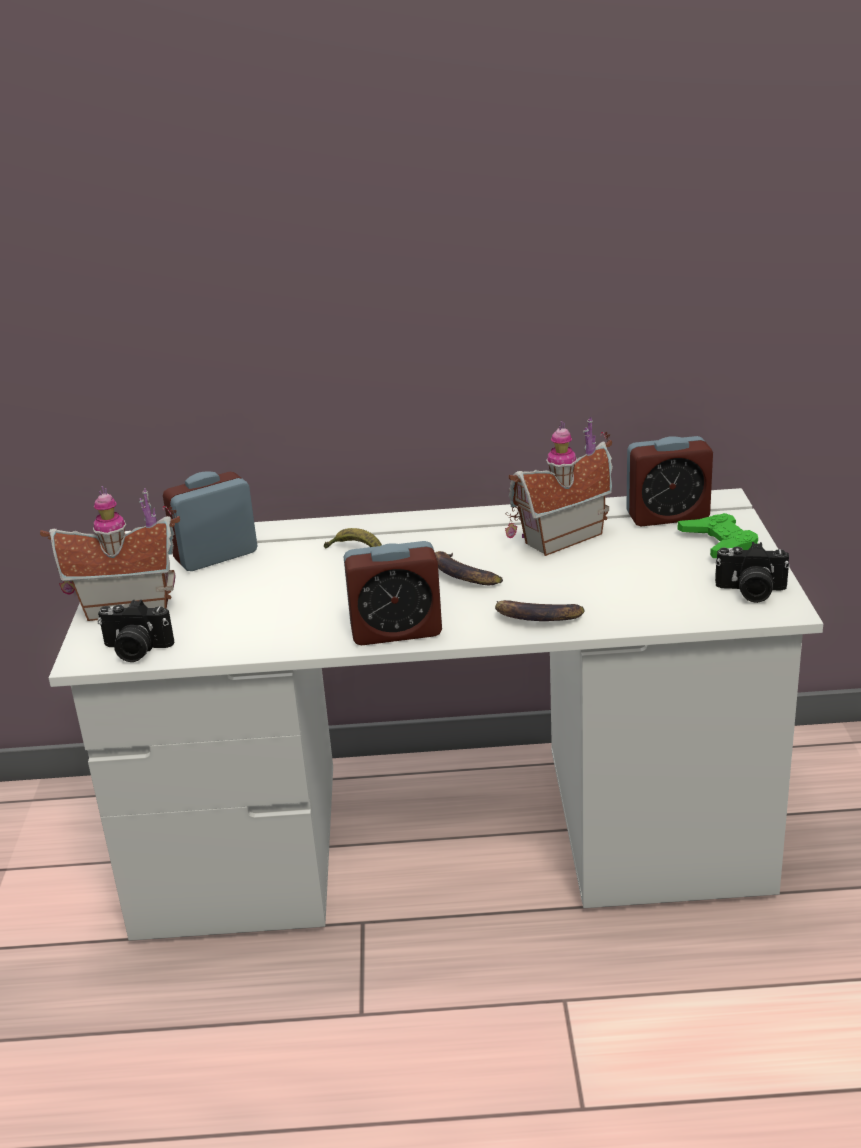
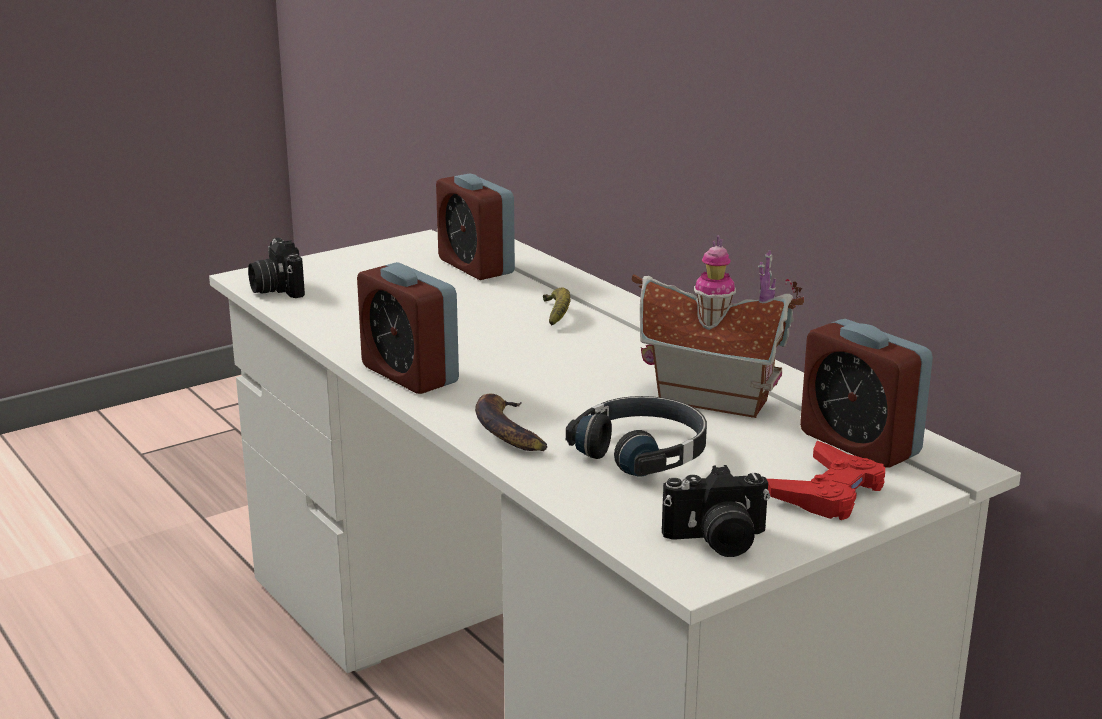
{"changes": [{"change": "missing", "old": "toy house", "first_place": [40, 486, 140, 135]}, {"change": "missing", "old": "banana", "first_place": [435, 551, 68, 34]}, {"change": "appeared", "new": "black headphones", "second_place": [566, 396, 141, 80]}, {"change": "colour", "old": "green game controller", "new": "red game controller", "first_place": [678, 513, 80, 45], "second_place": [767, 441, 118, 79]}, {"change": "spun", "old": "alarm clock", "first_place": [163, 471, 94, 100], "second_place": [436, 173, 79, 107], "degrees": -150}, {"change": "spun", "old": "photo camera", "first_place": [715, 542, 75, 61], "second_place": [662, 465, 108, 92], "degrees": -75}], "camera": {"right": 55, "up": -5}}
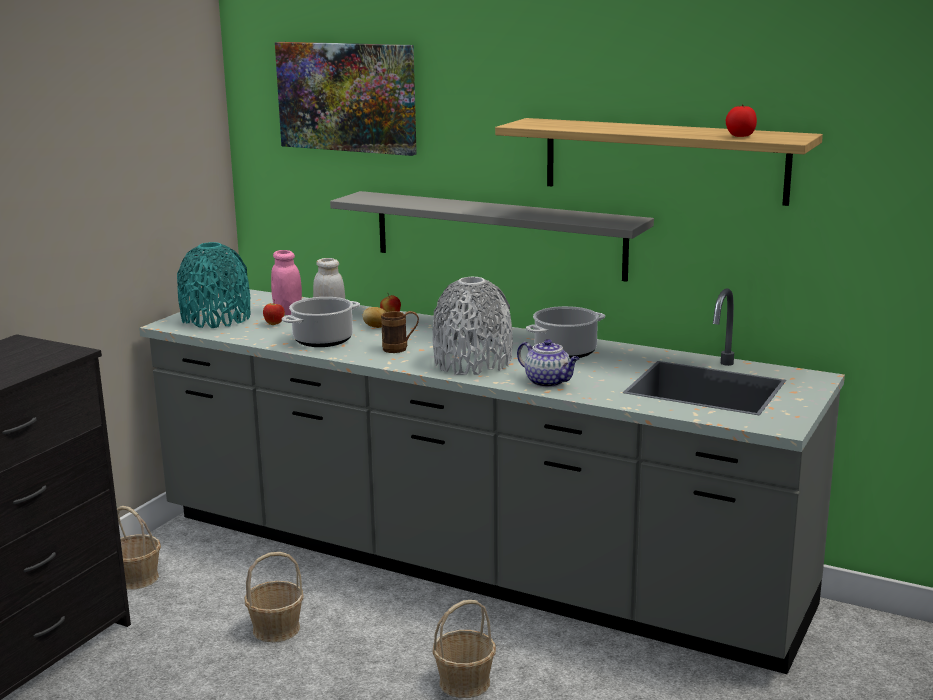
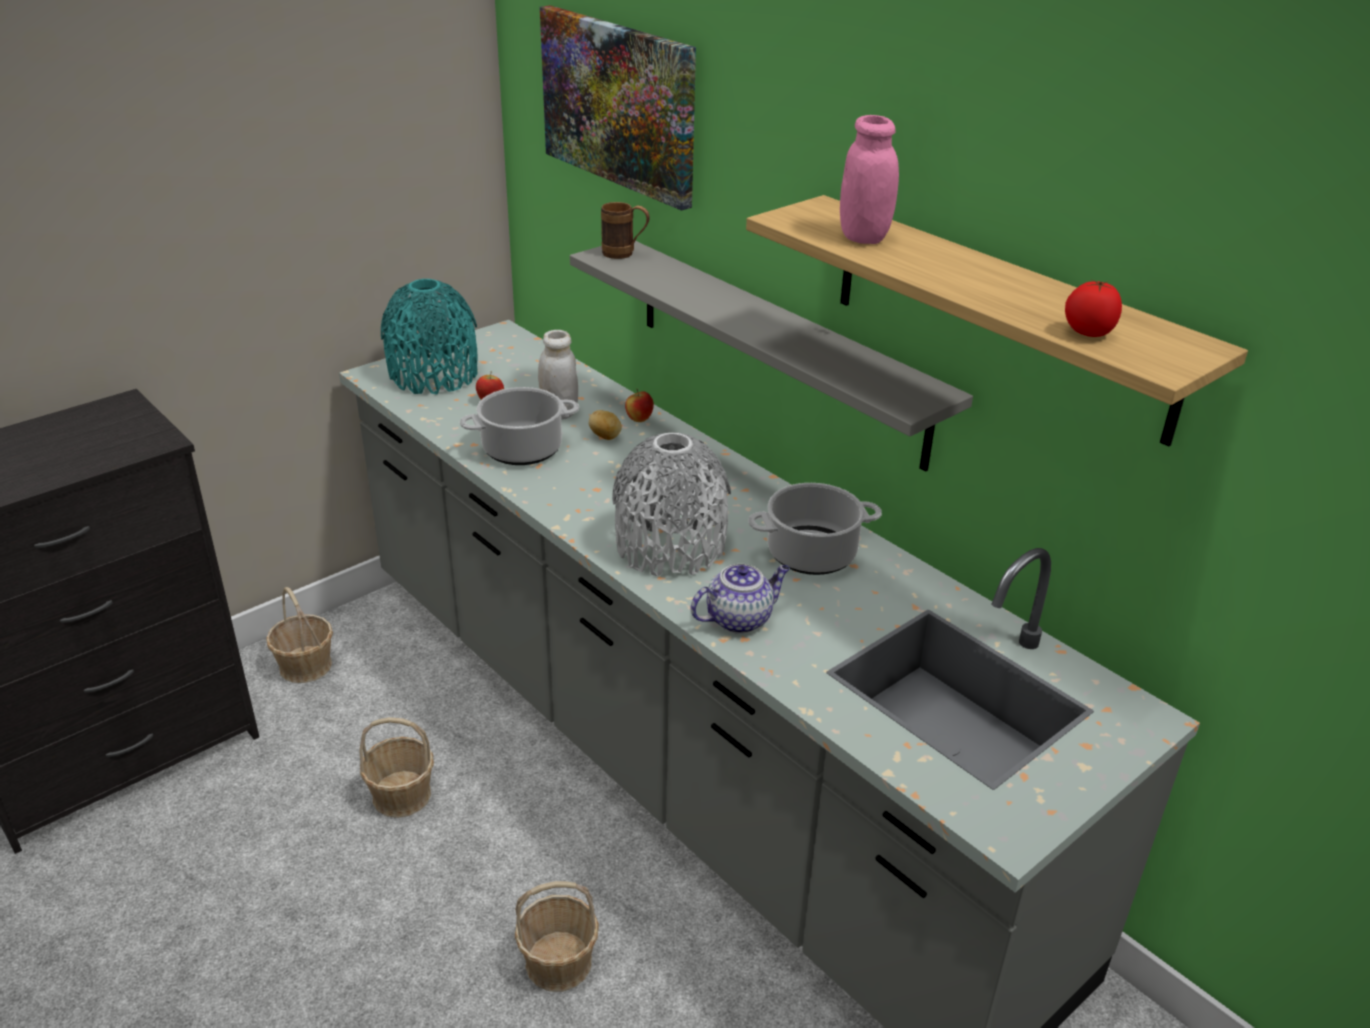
{"changes": [{"change": "relocated", "old": "pink jar", "first_place": [271, 250, 31, 65], "second_place": [840, 115, 59, 129]}, {"change": "relocated", "old": "brown mug", "first_place": [381, 311, 38, 42], "second_place": [601, 202, 49, 57]}, {"change": "spun", "old": "teapot", "first_place": [517, 339, 63, 48], "second_place": [690, 564, 100, 70], "degrees": -90}], "camera": {"right": 20, "up": 15}}
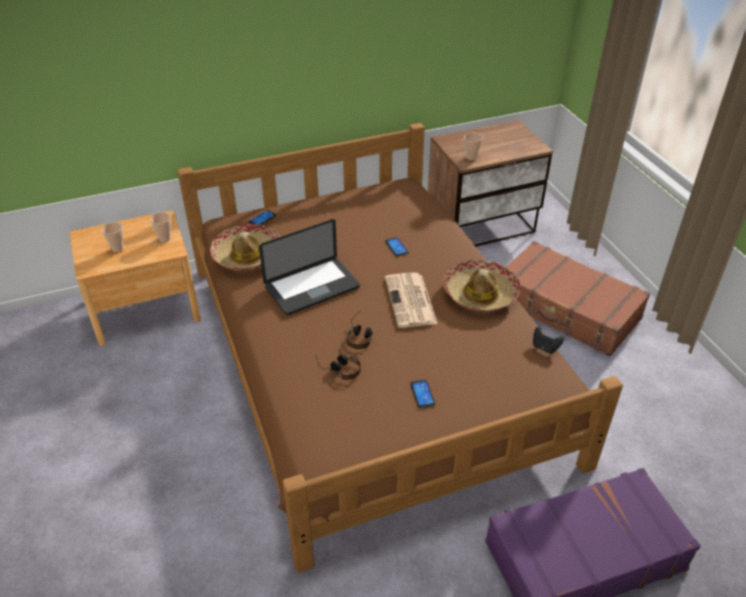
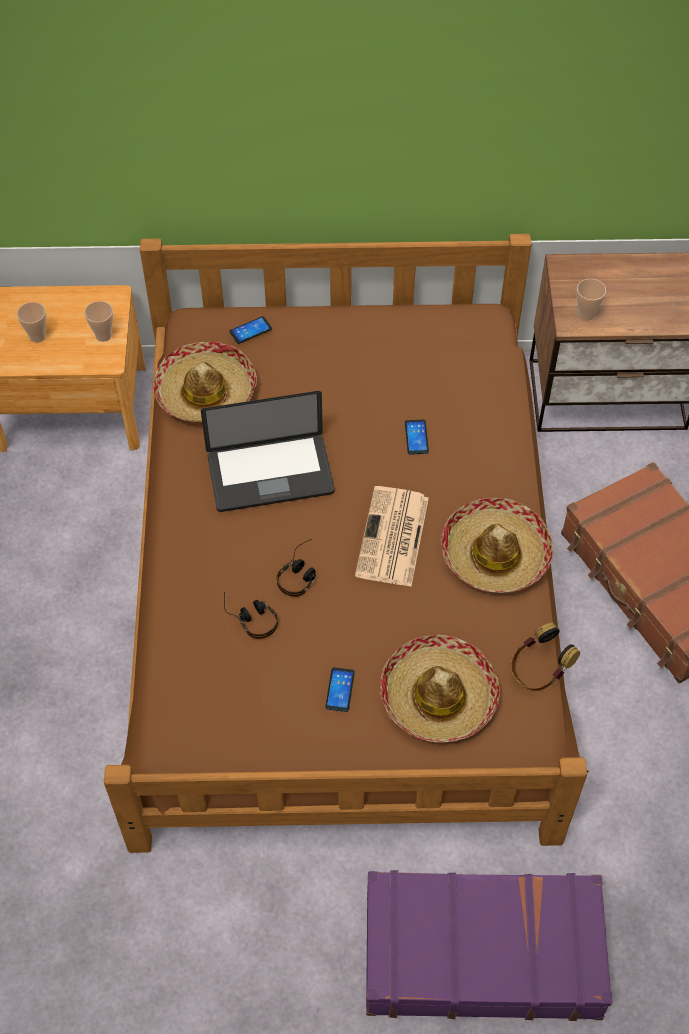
{"changes": [{"change": "appeared", "new": "hat", "second_place": [380, 635, 120, 107]}, {"change": "exchanged", "old": "black game controller", "new": "headphones", "first_place": [533, 327, 31, 27], "second_place": [511, 622, 69, 69]}], "camera": {"right": 20, "up": 15}}
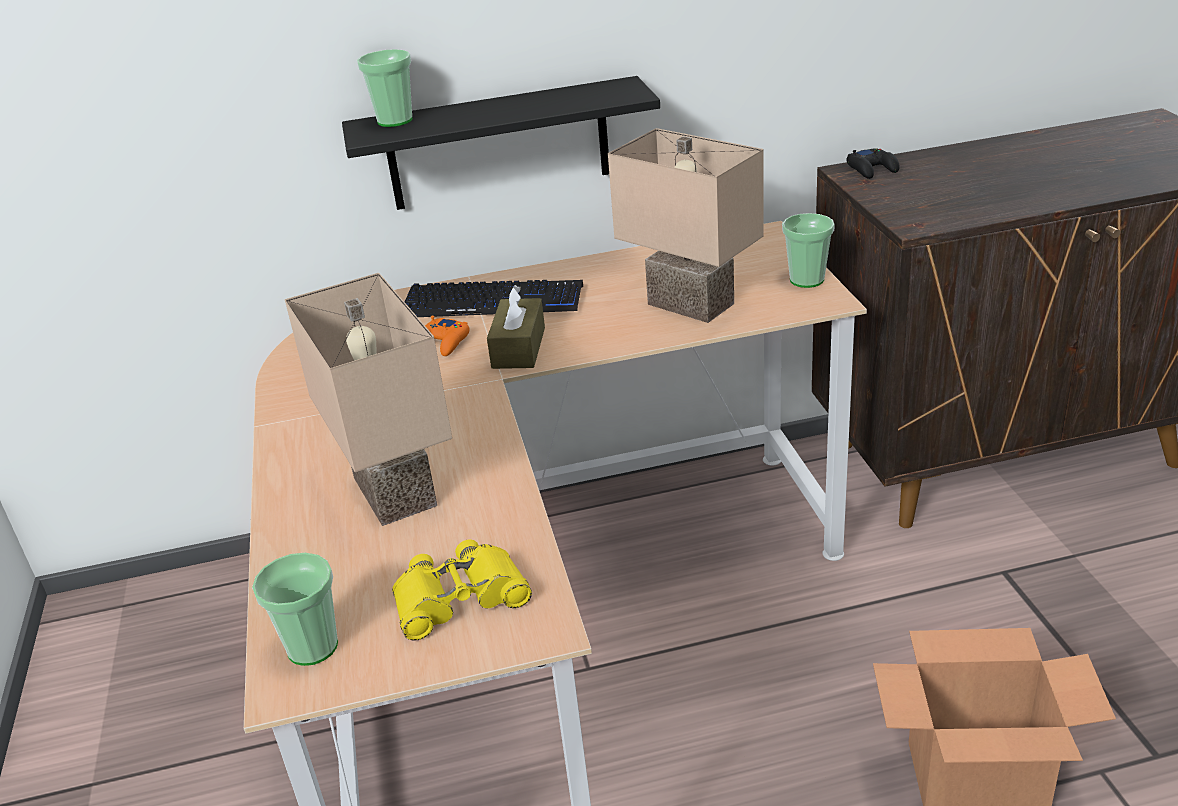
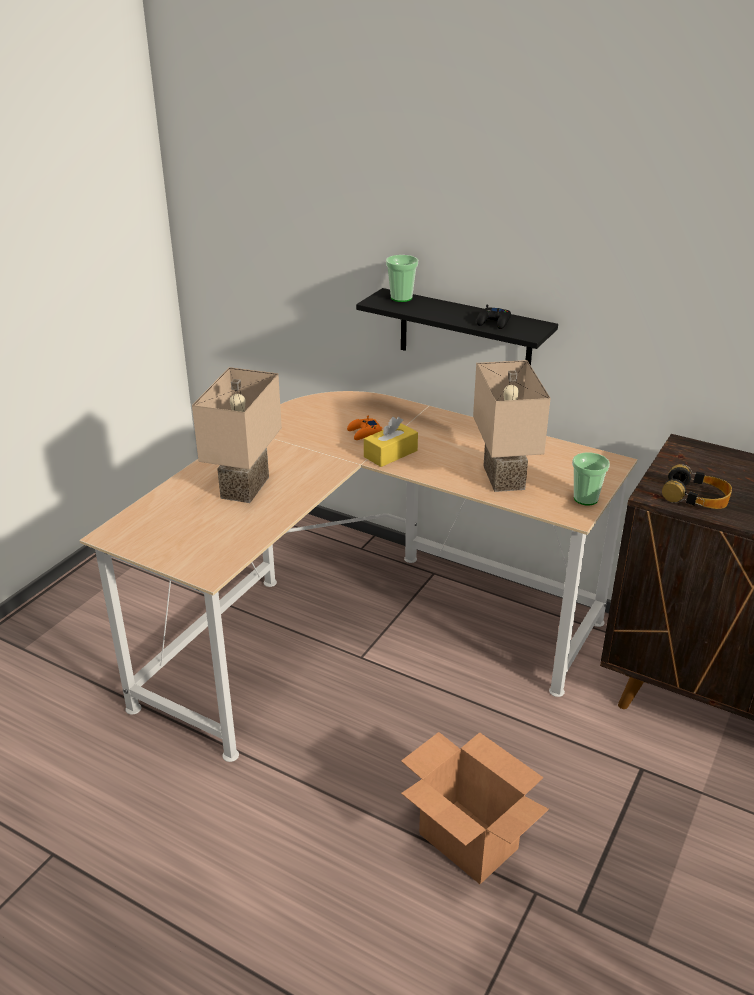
{"changes": [{"change": "missing", "old": "cup", "first_place": [252, 553, 86, 113]}, {"change": "missing", "old": "yellow binoculars", "first_place": [392, 540, 140, 101]}, {"change": "missing", "old": "keyboard", "first_place": [405, 280, 178, 37]}, {"change": "appeared", "new": "headphones", "second_place": [662, 464, 70, 45]}, {"change": "relocated", "old": "black game controller", "first_place": [846, 148, 54, 31], "second_place": [477, 305, 34, 24]}, {"change": "colour", "old": "brown tissue box", "new": "yellow tissue box", "first_place": [487, 285, 58, 84], "second_place": [364, 417, 54, 50]}], "camera": {"right": 40, "up": 0}}
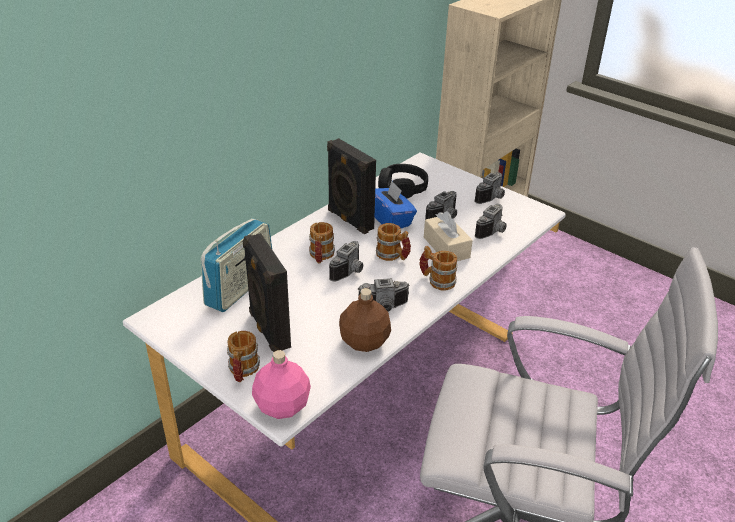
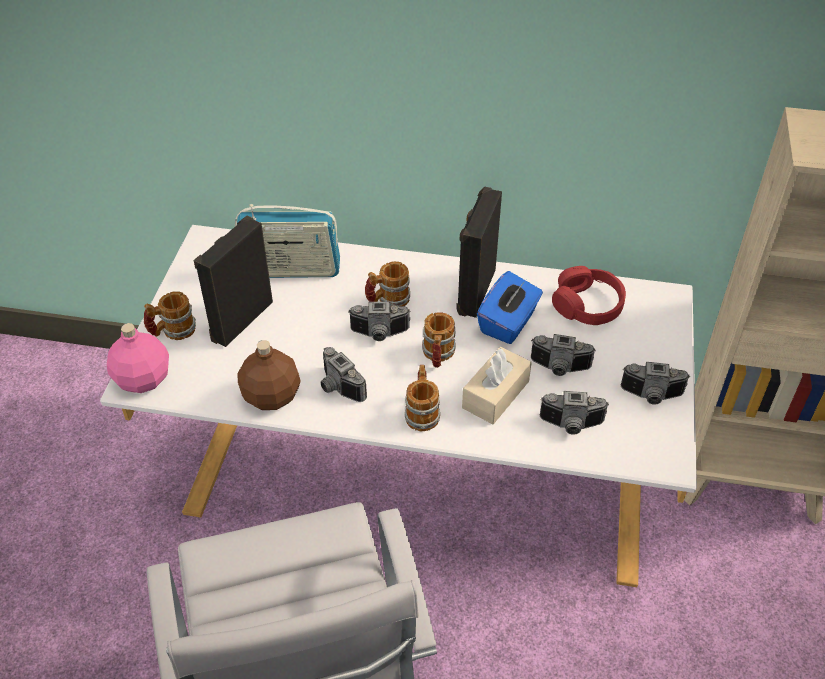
{"changes": [{"change": "colour", "old": "black headphones", "new": "red headphones", "first_place": [378, 164, 50, 35], "second_place": [552, 266, 74, 59]}], "camera": {"right": 60, "up": 10}}
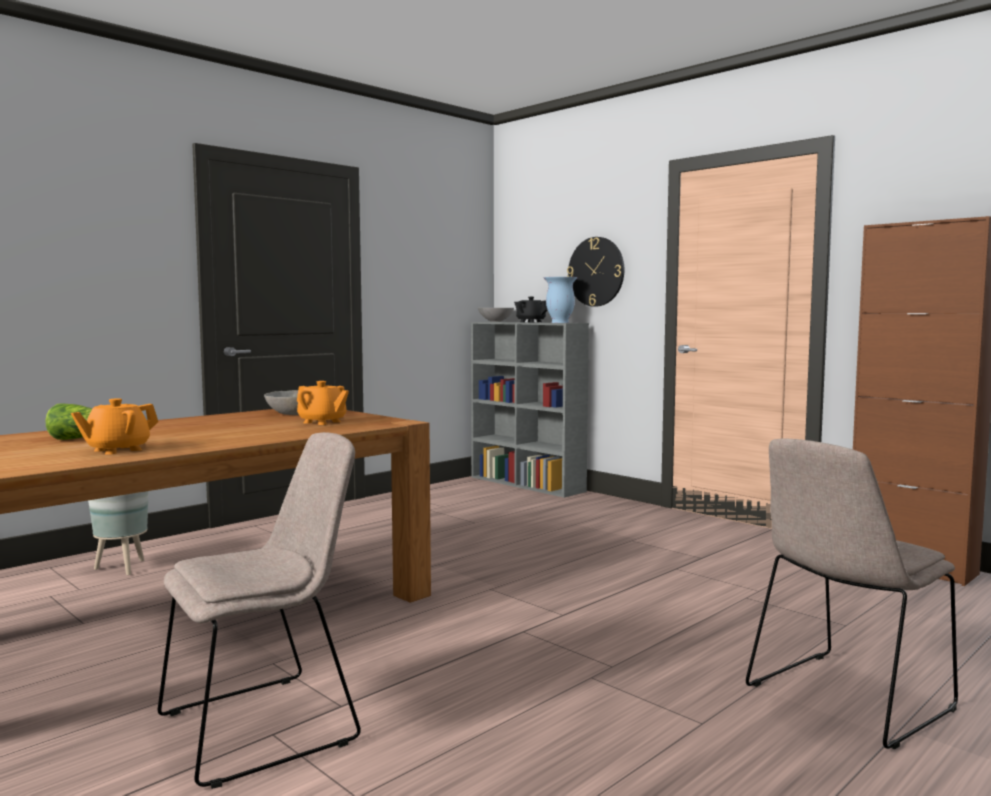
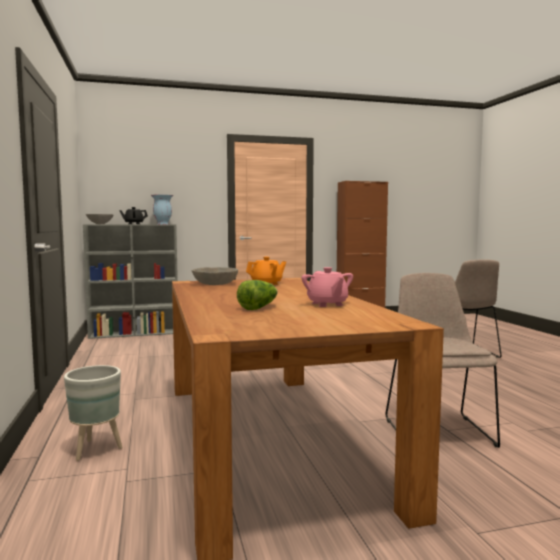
{"changes": [{"change": "missing", "old": "wall clock", "first_place": [567, 237, 57, 70]}, {"change": "colour", "old": "orange teapot", "new": "pink teapot", "first_place": [71, 398, 87, 57], "second_place": [301, 267, 52, 40]}], "camera": {"right": -60, "up": 0}}
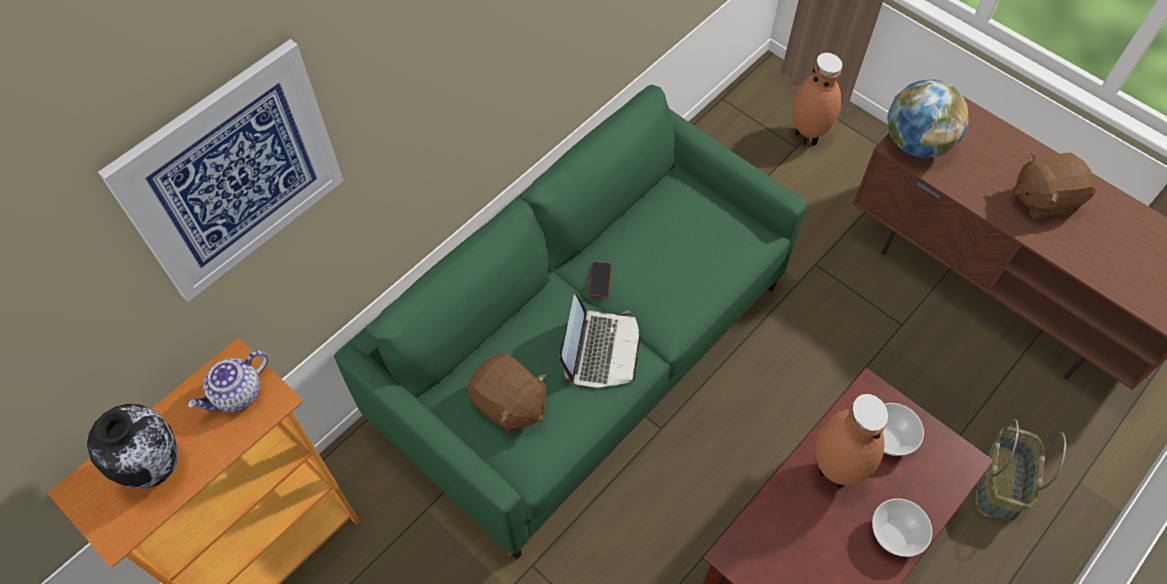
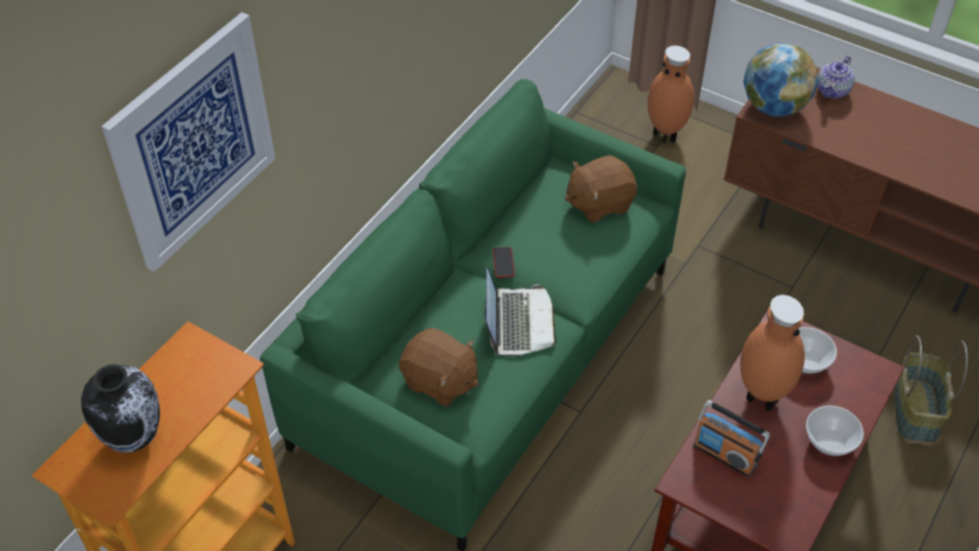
{"changes": [{"change": "appeared", "new": "radio", "second_place": [693, 400, 77, 77]}, {"change": "relocated", "old": "teapot", "first_place": [188, 351, 80, 61], "second_place": [817, 55, 38, 44]}, {"change": "relocated", "old": "brown plush toy", "first_place": [1015, 152, 81, 68], "second_place": [565, 155, 72, 68]}], "camera": {"right": -10, "up": -10}}
